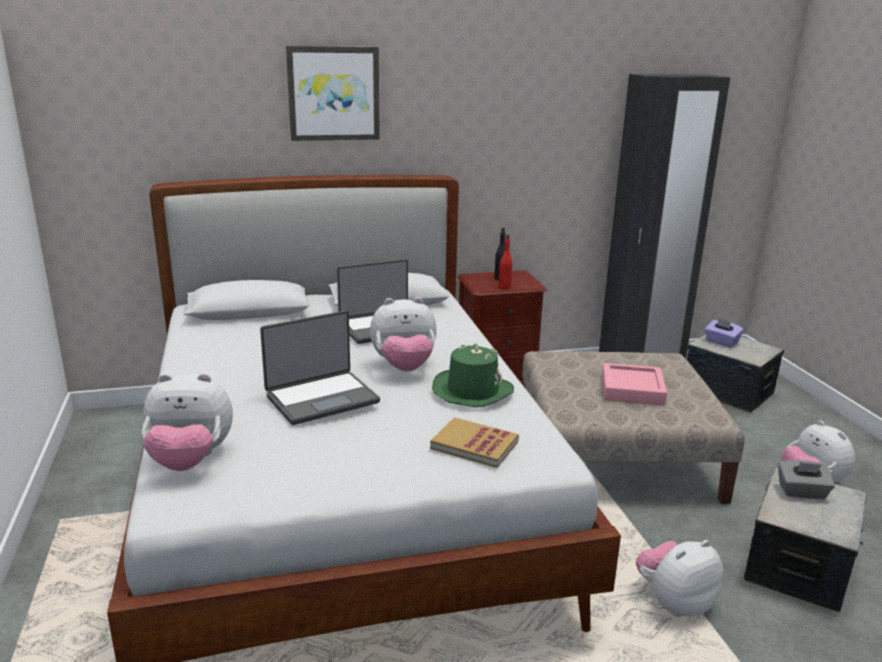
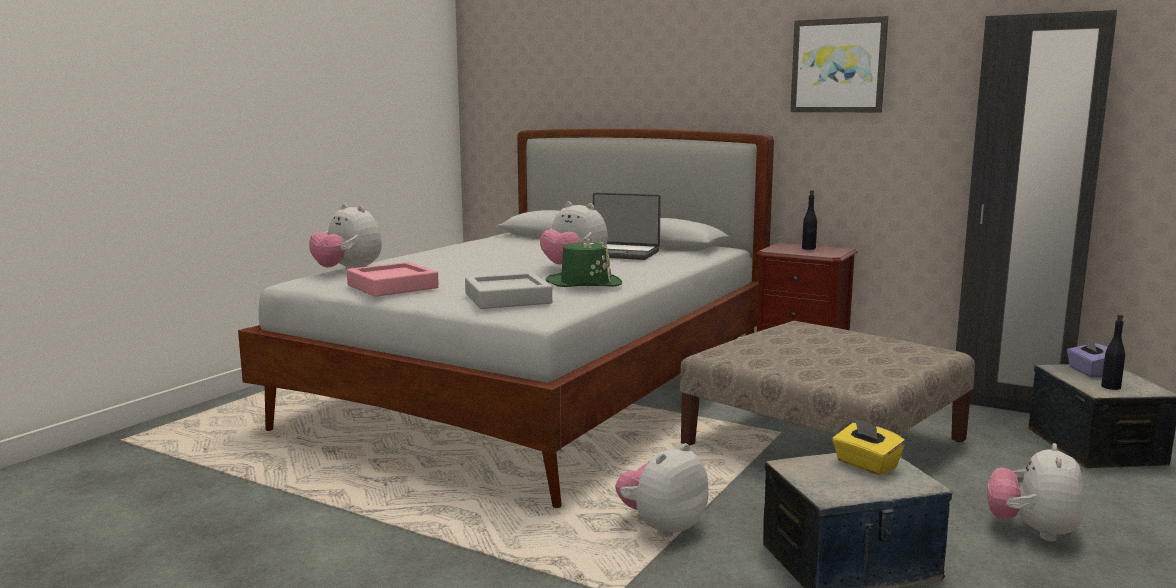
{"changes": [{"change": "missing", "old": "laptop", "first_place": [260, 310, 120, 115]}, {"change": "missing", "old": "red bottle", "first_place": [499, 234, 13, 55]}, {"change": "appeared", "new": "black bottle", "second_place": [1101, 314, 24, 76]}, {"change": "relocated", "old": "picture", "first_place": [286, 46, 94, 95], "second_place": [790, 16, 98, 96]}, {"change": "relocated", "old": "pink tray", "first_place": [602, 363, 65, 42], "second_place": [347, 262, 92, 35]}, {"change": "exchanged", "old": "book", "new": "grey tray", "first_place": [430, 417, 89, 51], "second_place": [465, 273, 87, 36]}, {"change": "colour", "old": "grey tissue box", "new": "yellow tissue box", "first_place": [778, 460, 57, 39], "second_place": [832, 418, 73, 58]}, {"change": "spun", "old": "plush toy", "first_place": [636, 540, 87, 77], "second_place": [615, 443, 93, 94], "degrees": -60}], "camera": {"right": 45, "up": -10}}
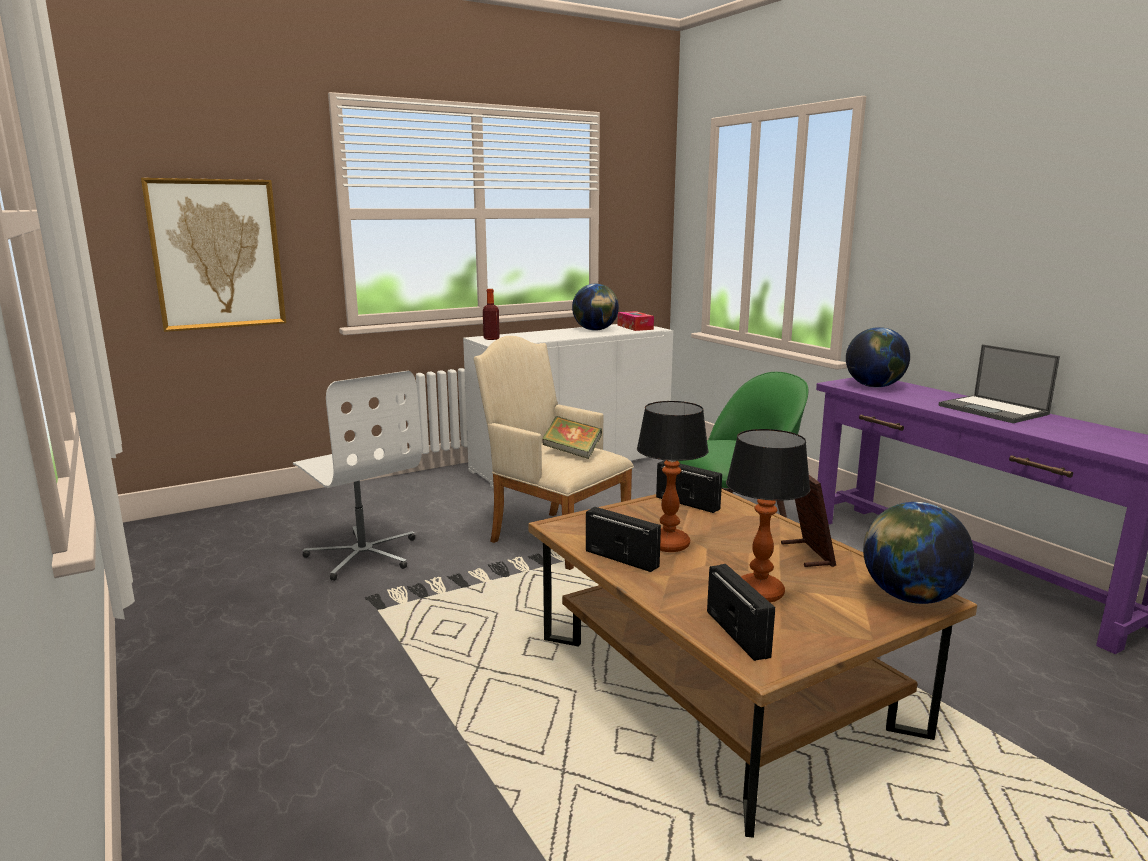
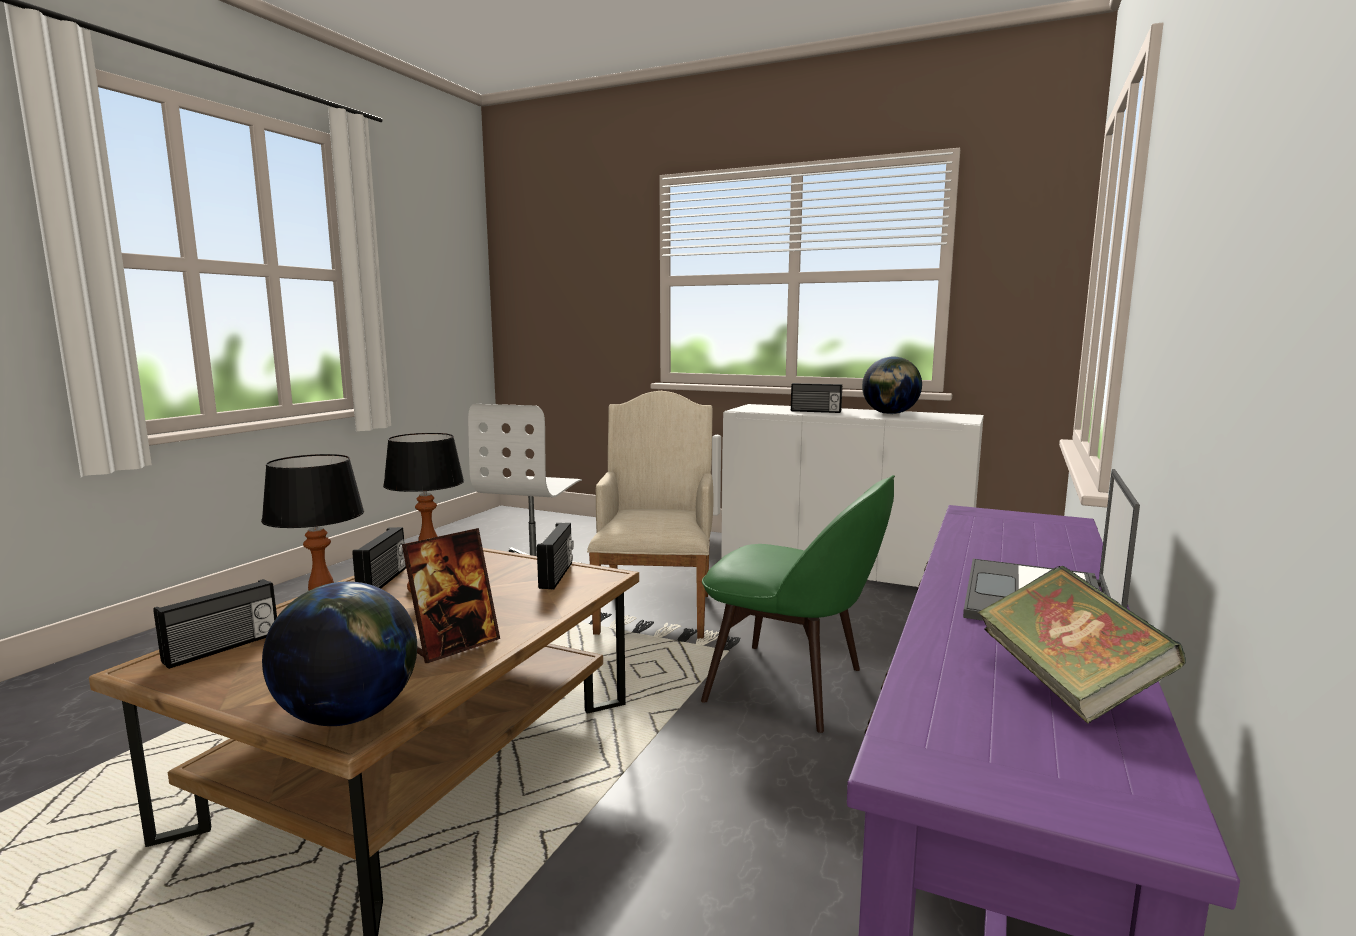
{"changes": [{"change": "missing", "old": "picture", "first_place": [141, 178, 145, 154]}, {"change": "missing", "old": "bottle", "first_place": [483, 289, 17, 51]}, {"change": "missing", "old": "tissue box", "first_place": [618, 311, 36, 20]}, {"change": "missing", "old": "globe", "first_place": [846, 327, 64, 60]}, {"change": "appeared", "new": "radio", "second_place": [791, 383, 51, 30]}, {"change": "relocated", "old": "book", "first_place": [542, 416, 60, 43], "second_place": [978, 566, 208, 158]}], "camera": {"right": 55, "up": -5}}
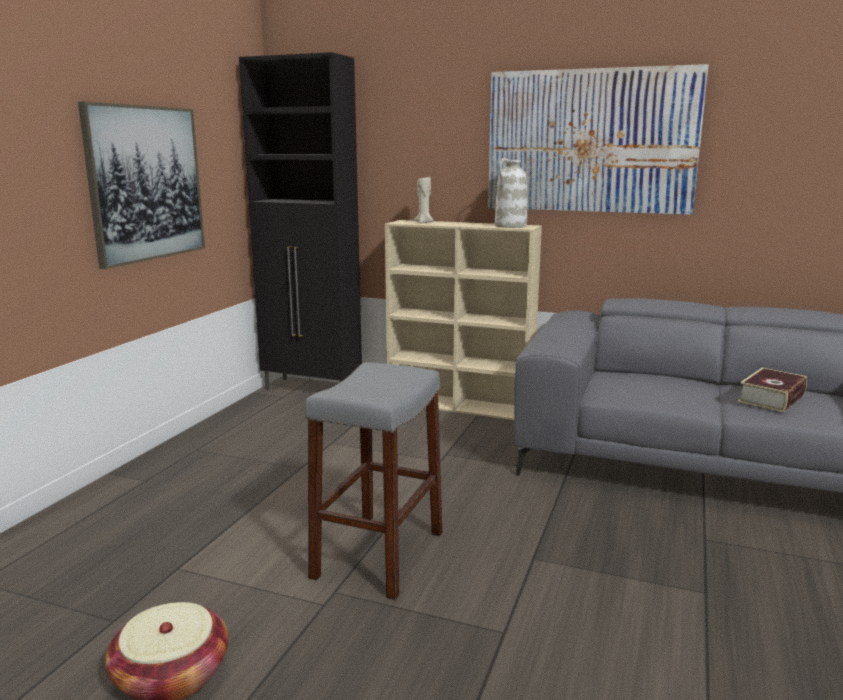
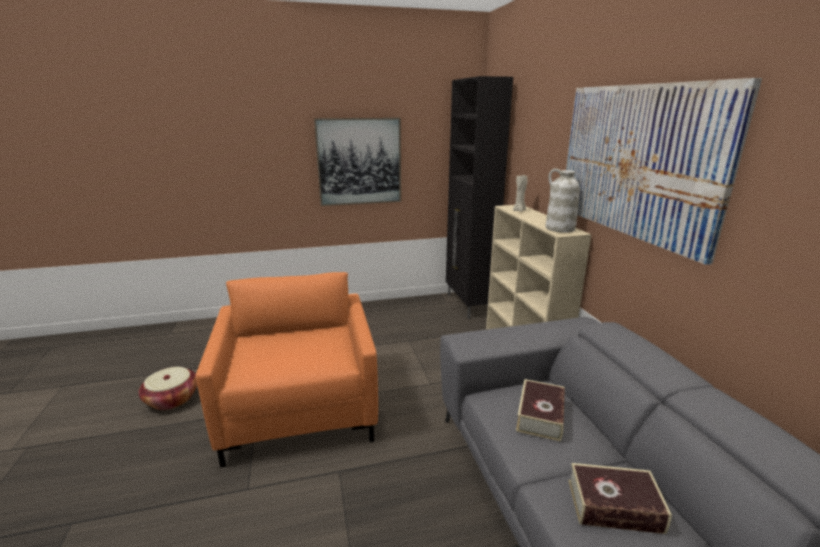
{"changes": [{"change": "appeared", "new": "book", "second_place": [516, 379, 49, 63]}, {"change": "exchanged", "old": "grey stool", "new": "orange armchair", "first_place": [305, 362, 137, 238], "second_place": [196, 272, 182, 195]}], "camera": {"right": 55, "up": 5}}
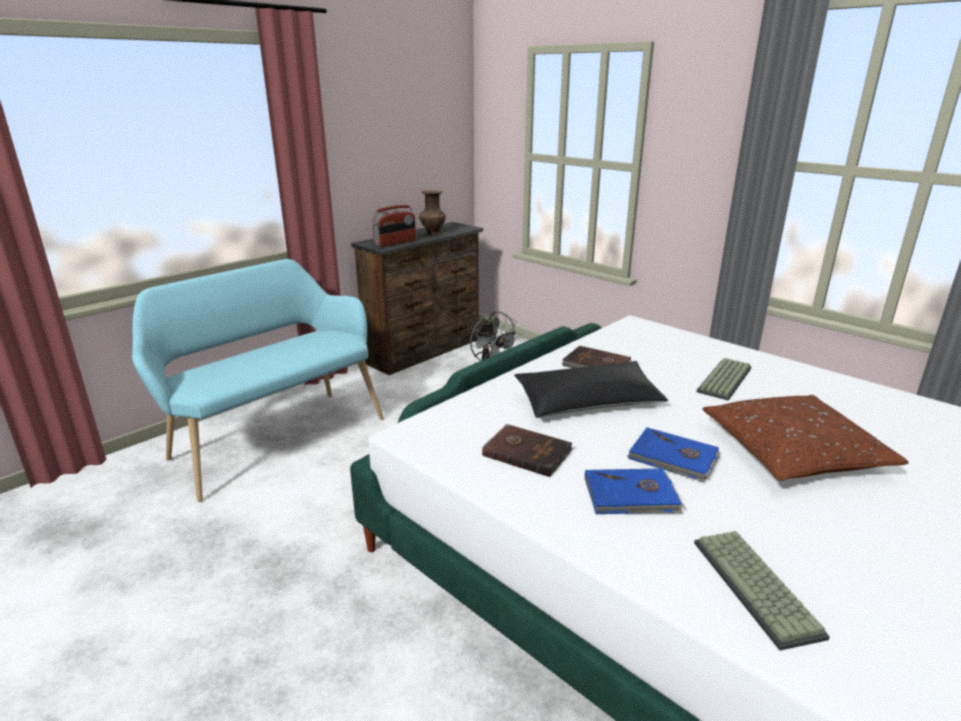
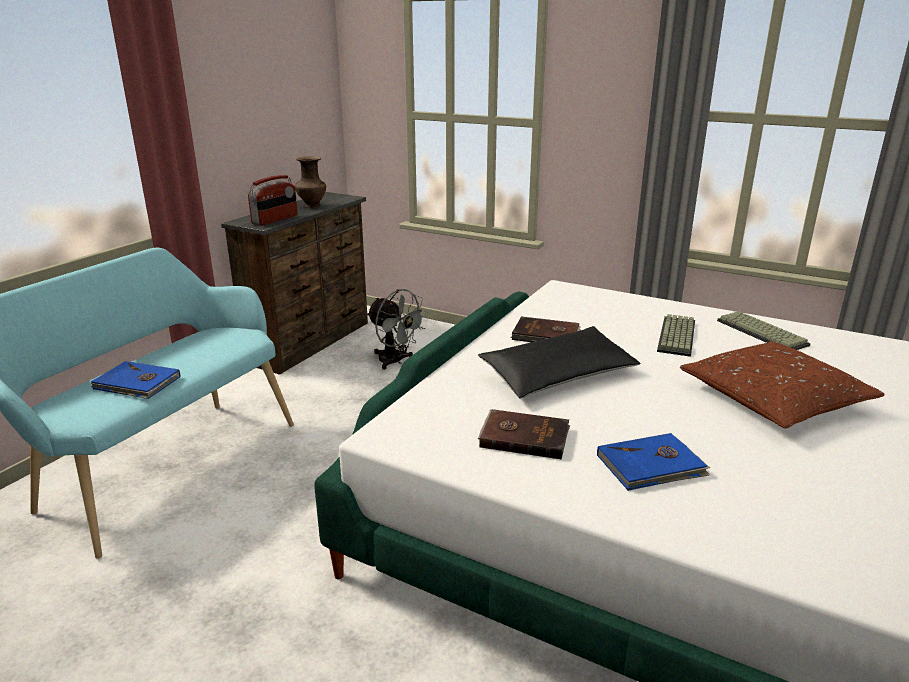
{"changes": [{"change": "relocated", "old": "blue book", "first_place": [627, 427, 93, 55], "second_place": [90, 361, 90, 38]}, {"change": "relocated", "old": "keyboard", "first_place": [694, 531, 136, 119], "second_place": [717, 311, 93, 39]}], "camera": {"right": -15, "up": 0}}
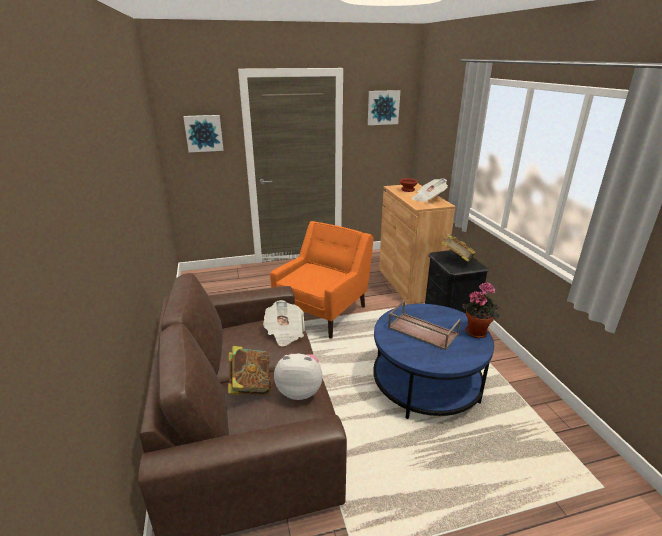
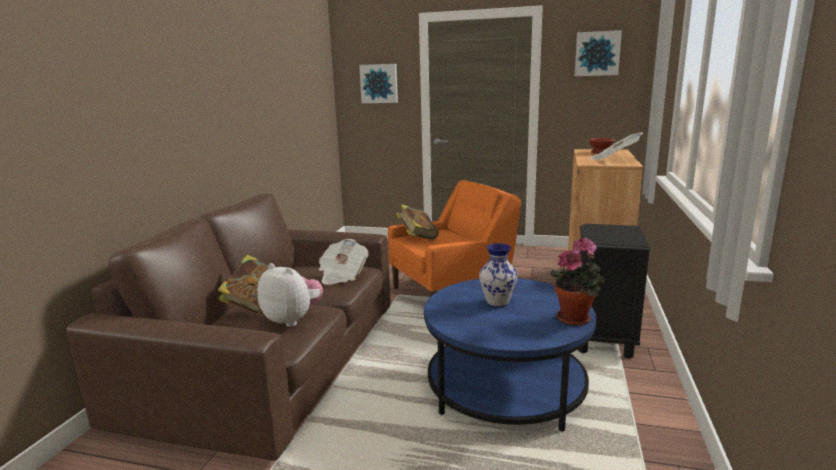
{"changes": [{"change": "relocated", "old": "book", "first_place": [441, 234, 35, 28], "second_place": [396, 205, 43, 35]}, {"change": "exchanged", "old": "brown tray", "new": "vase", "first_place": [388, 300, 73, 50], "second_place": [479, 243, 38, 64]}], "camera": {"right": 30, "up": -10}}
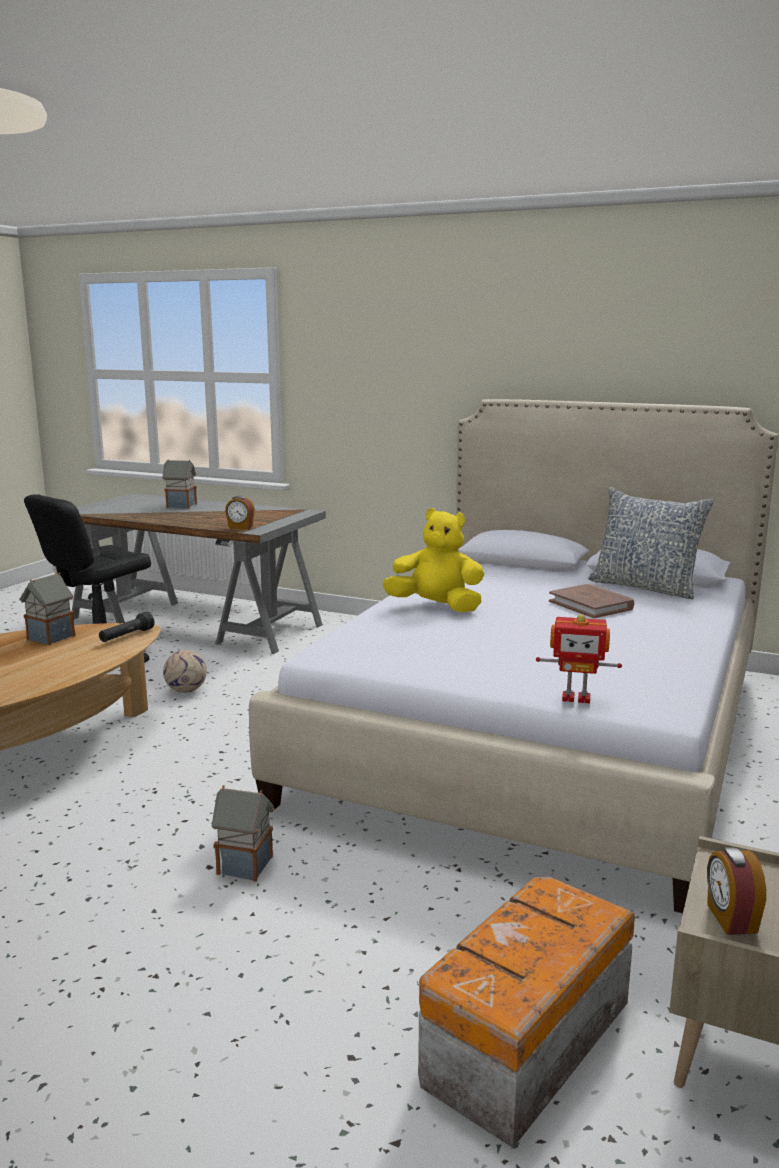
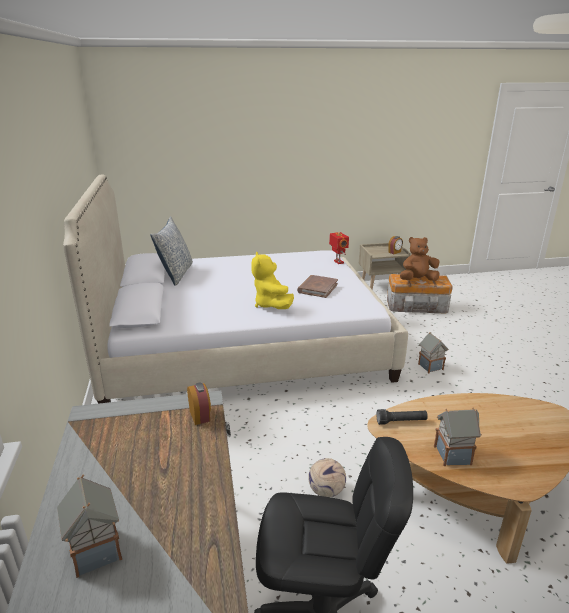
{"changes": [{"change": "appeared", "new": "brown plush toy", "second_place": [400, 237, 40, 44]}, {"change": "relocated", "old": "brown book", "first_place": [549, 584, 85, 34], "second_place": [297, 275, 41, 23]}], "camera": {"right": -125, "up": 10}}
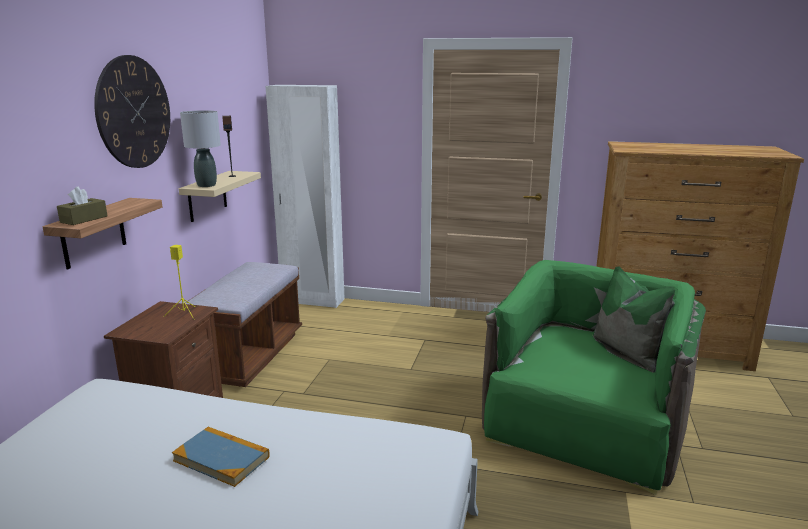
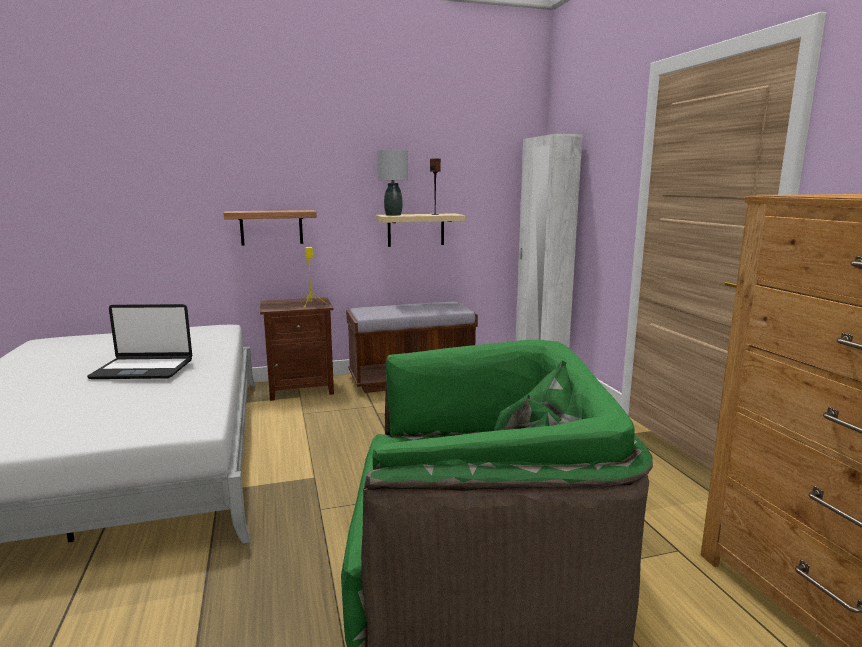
{"changes": [{"change": "missing", "old": "brown tissue box", "first_place": [57, 187, 51, 38]}, {"change": "missing", "old": "wall clock", "first_place": [94, 55, 76, 113]}, {"change": "exchanged", "old": "book", "new": "laptop", "first_place": [172, 427, 98, 60], "second_place": [87, 304, 105, 75]}], "camera": {"right": 60, "up": -5}}
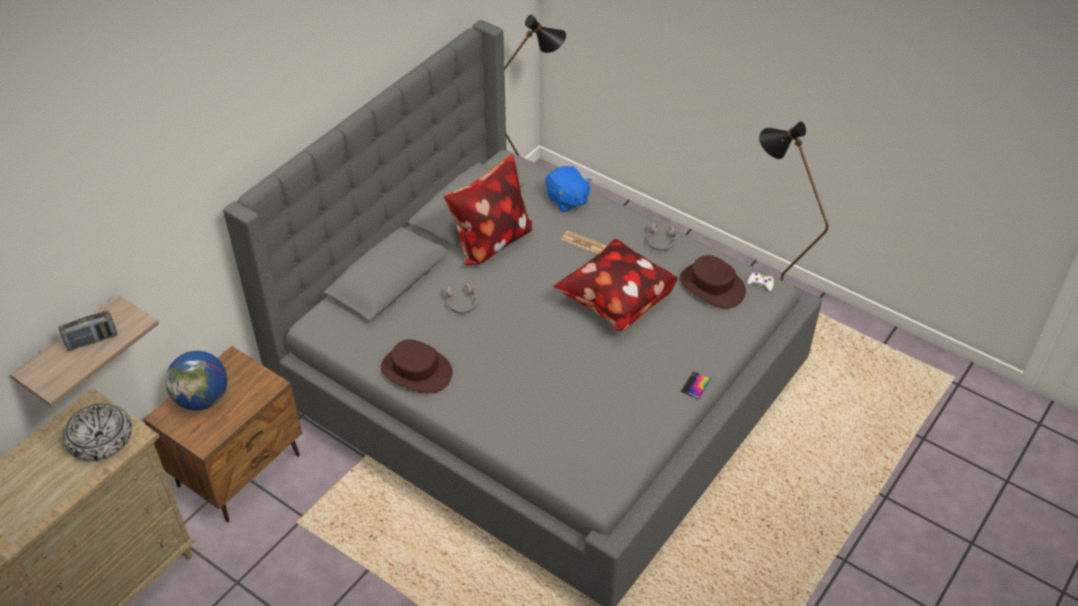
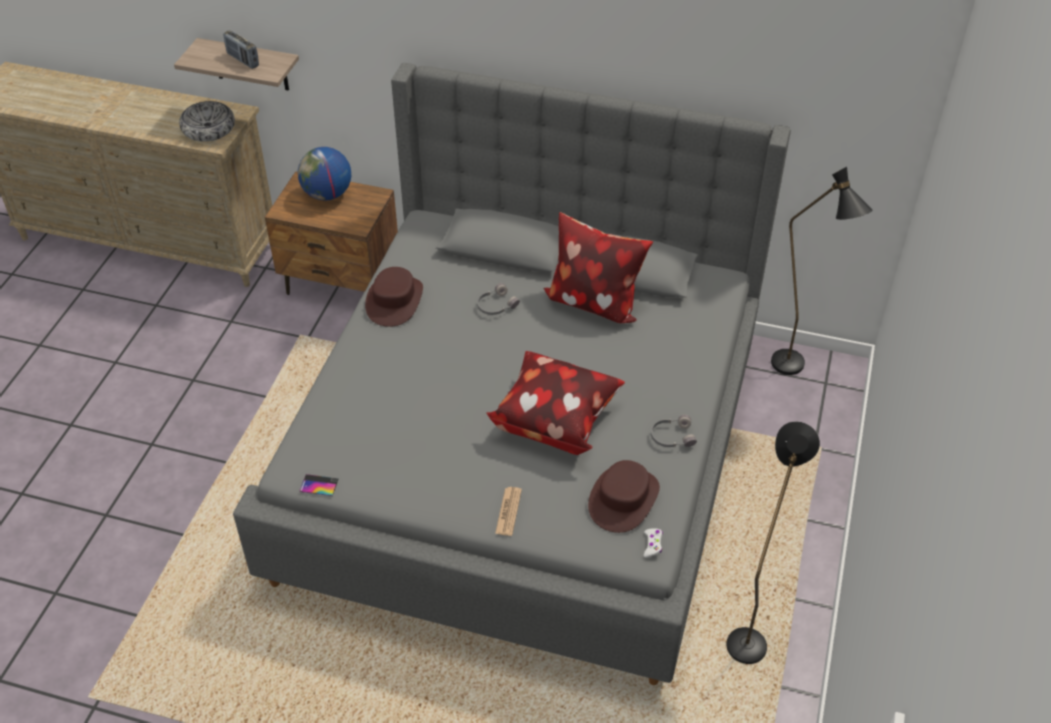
{"changes": [{"change": "missing", "old": "blue plush toy", "first_place": [545, 166, 47, 46]}, {"change": "relocated", "old": "newspaper", "first_place": [561, 230, 46, 24], "second_place": [495, 487, 27, 49]}, {"change": "relocated", "old": "phone", "first_place": [680, 372, 31, 27], "second_place": [299, 474, 39, 22]}], "camera": {"right": 70, "up": 0}}
